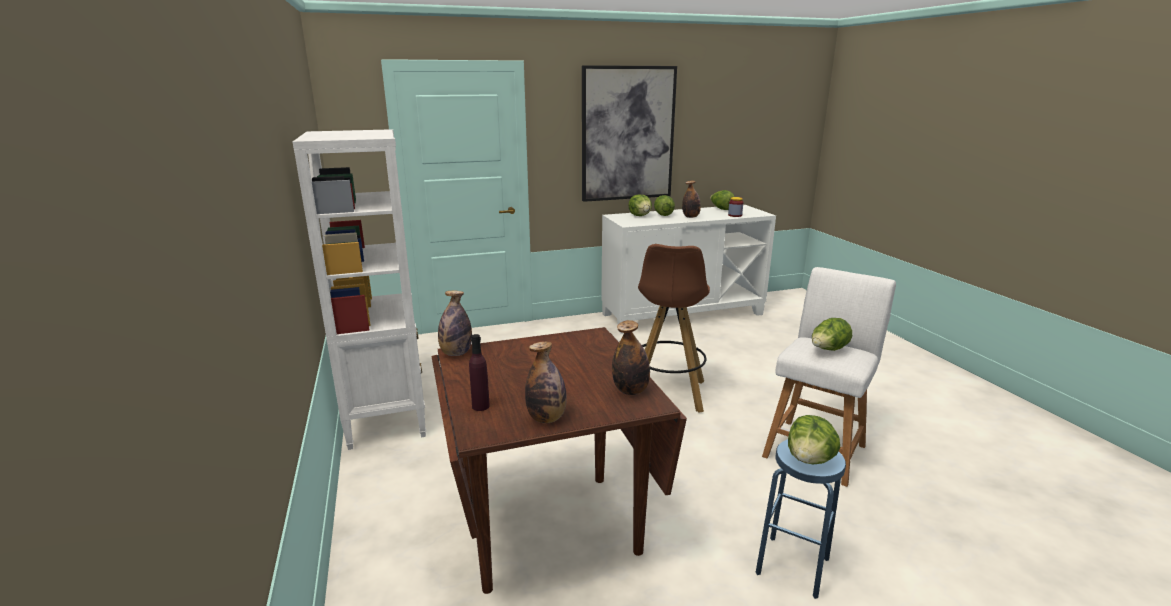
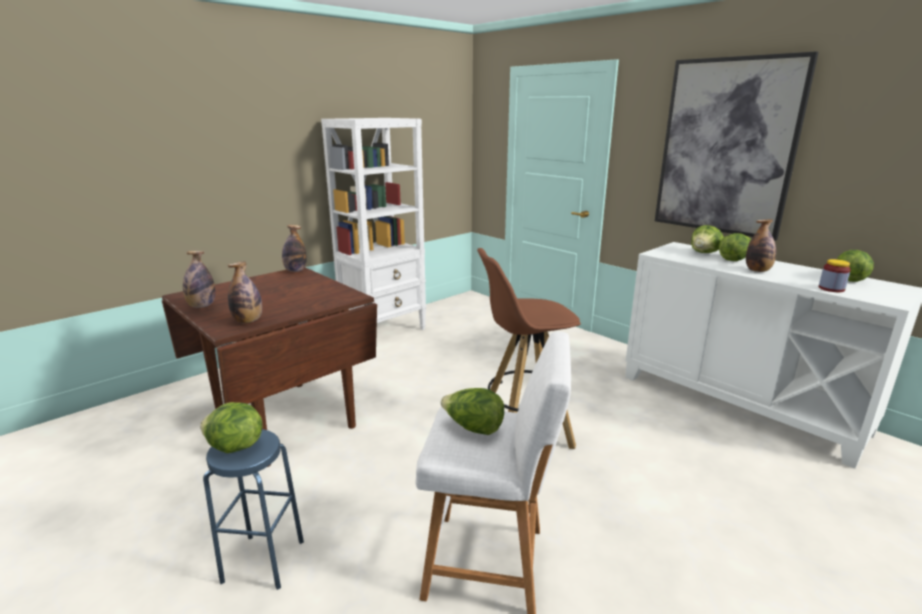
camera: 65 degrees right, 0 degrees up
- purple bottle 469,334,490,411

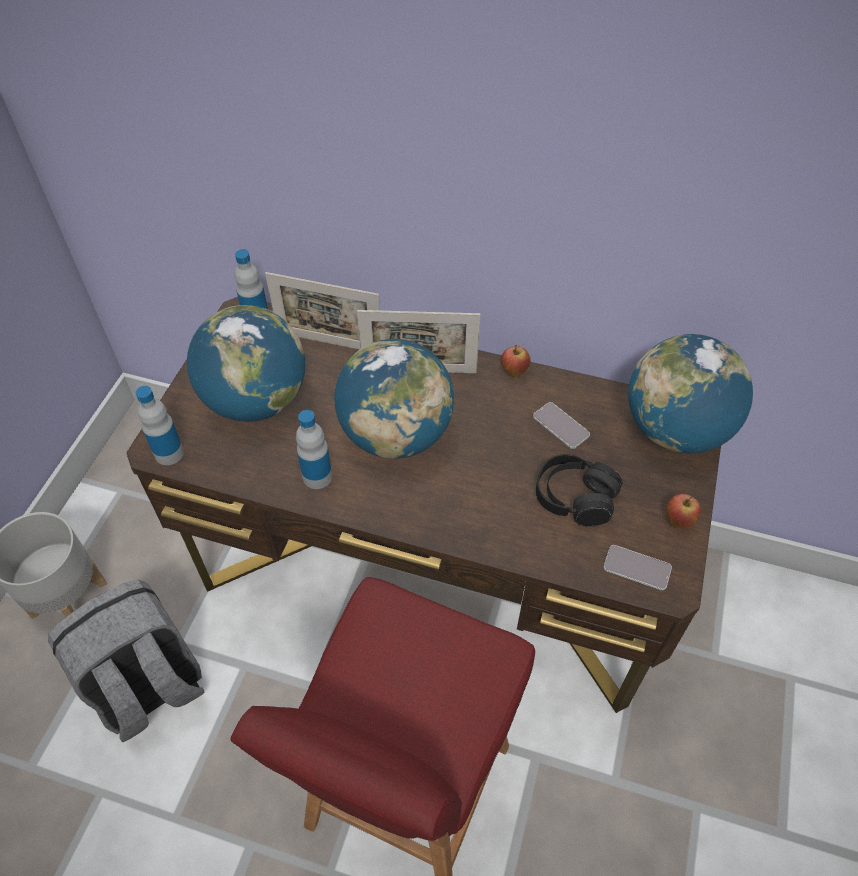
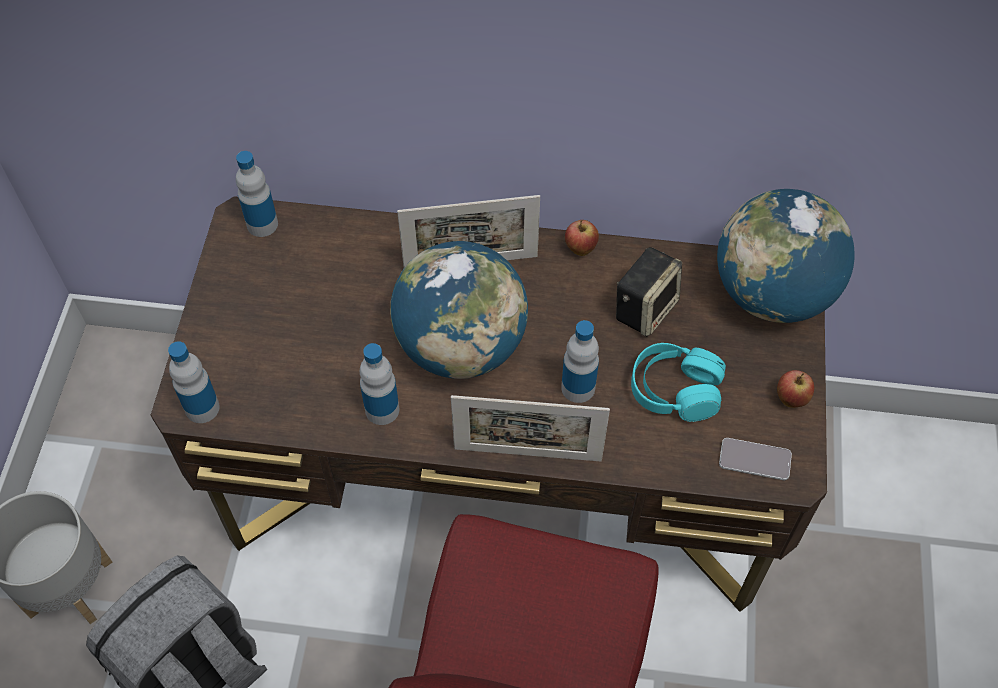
camera: 10 degrees left, 5 degrees up
- globe 187,305,305,422
~ picture frame 265,272,380,349 to 451,395,610,462
~ phone 533,402,590,449 to speaker 616,247,682,337
~ black headphones 536,454,622,527 to turquoise headphones 631,343,726,422
+ bottle 561,320,599,403

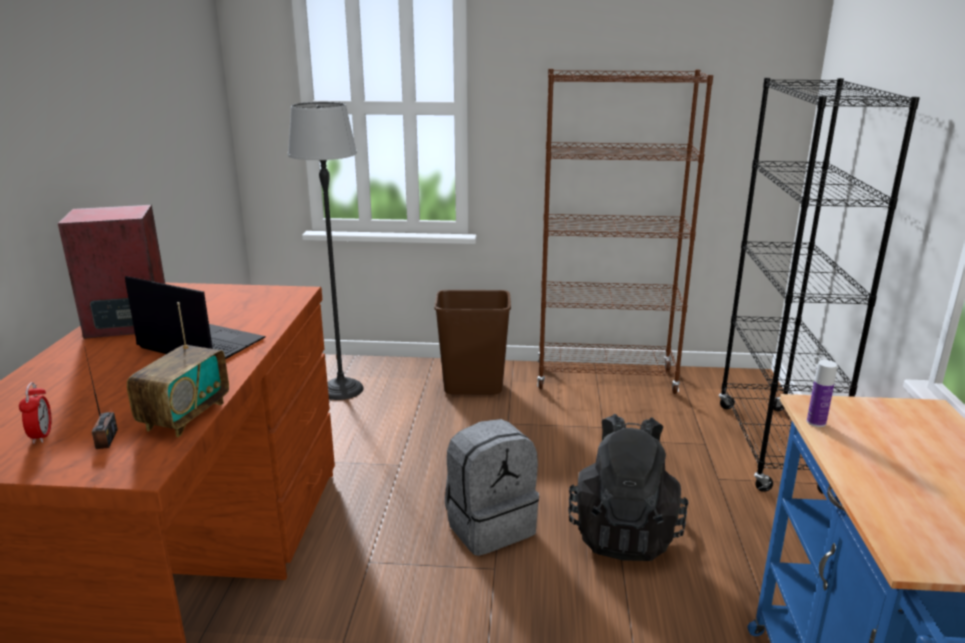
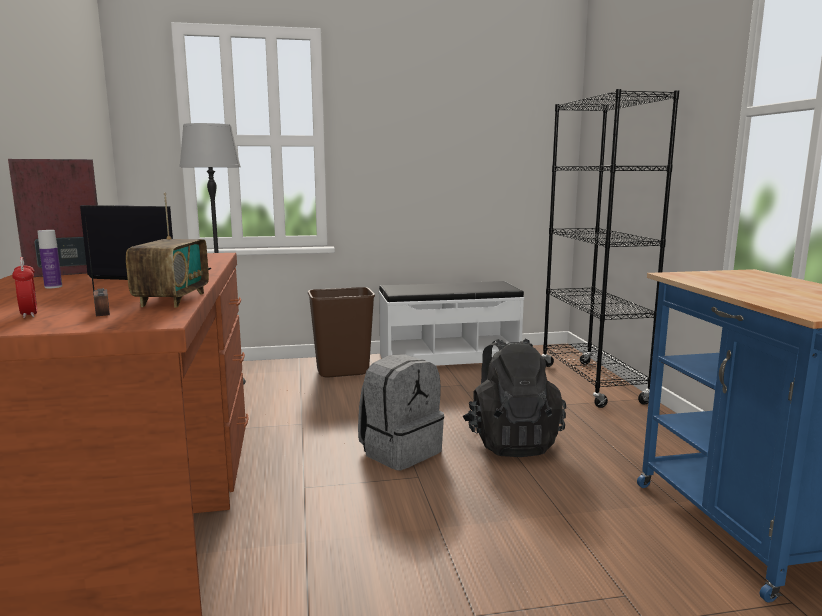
camera: 15 degrees left, 10 degrees down
~ brown bookcase 537,69,713,394 to white bench 379,281,524,366
~ bottle 807,360,838,427 to 37,230,62,288

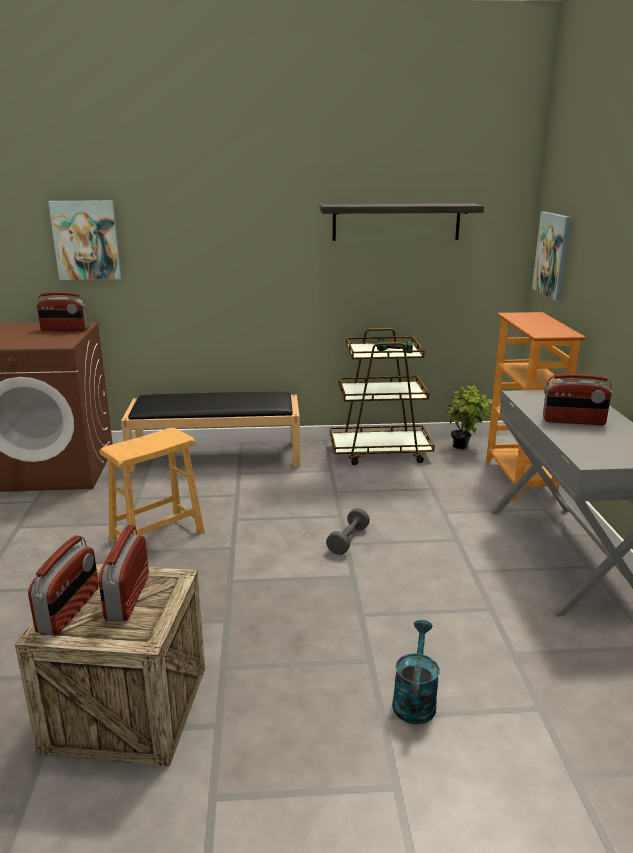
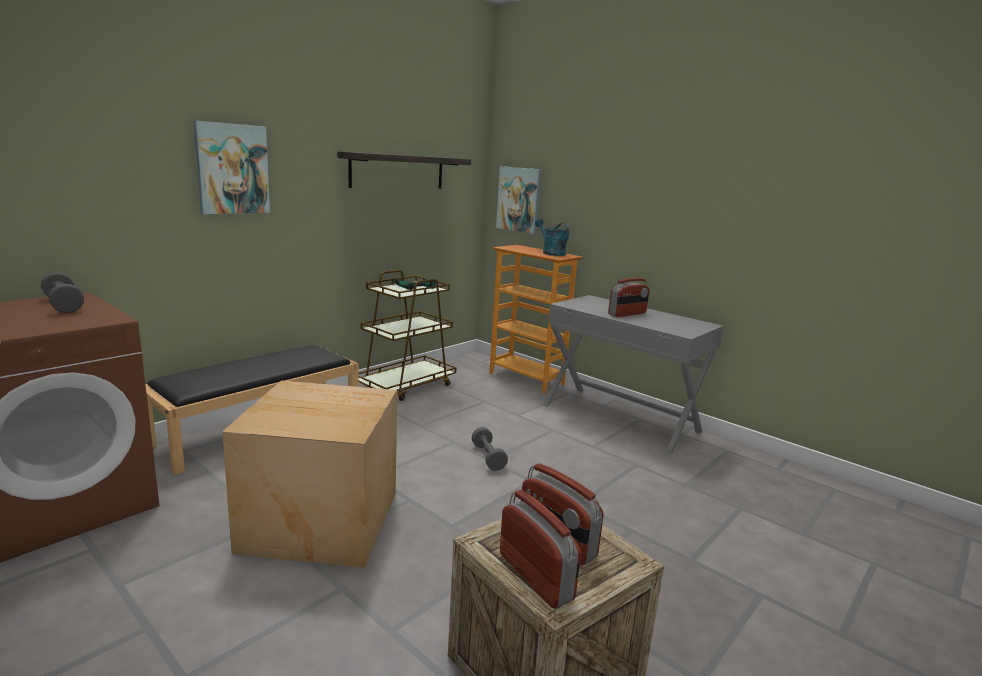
camera: 45 degrees left, 5 degrees down
~ radio 37,292,89,331 to grey dumbbell 41,272,84,313
~ picture 48,201,121,280 to 194,121,270,214
~ brown stool 99,428,205,542 to cardboard box 222,380,397,568
~ turquoise watering can 392,620,440,724 to 535,218,569,256
- potted plant 446,385,492,449

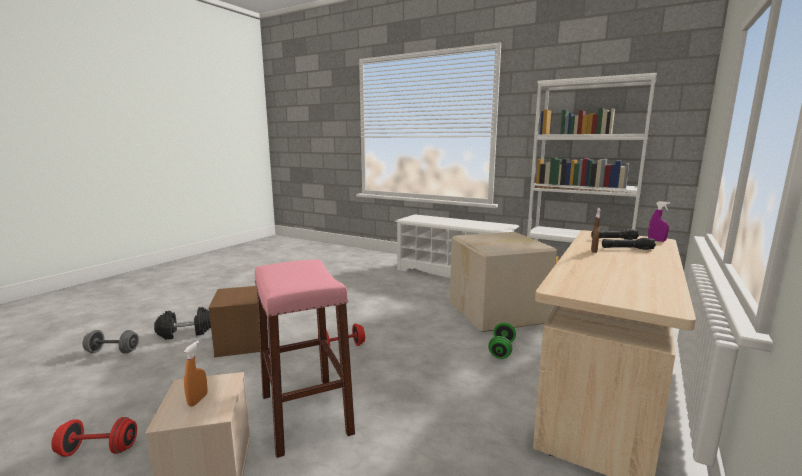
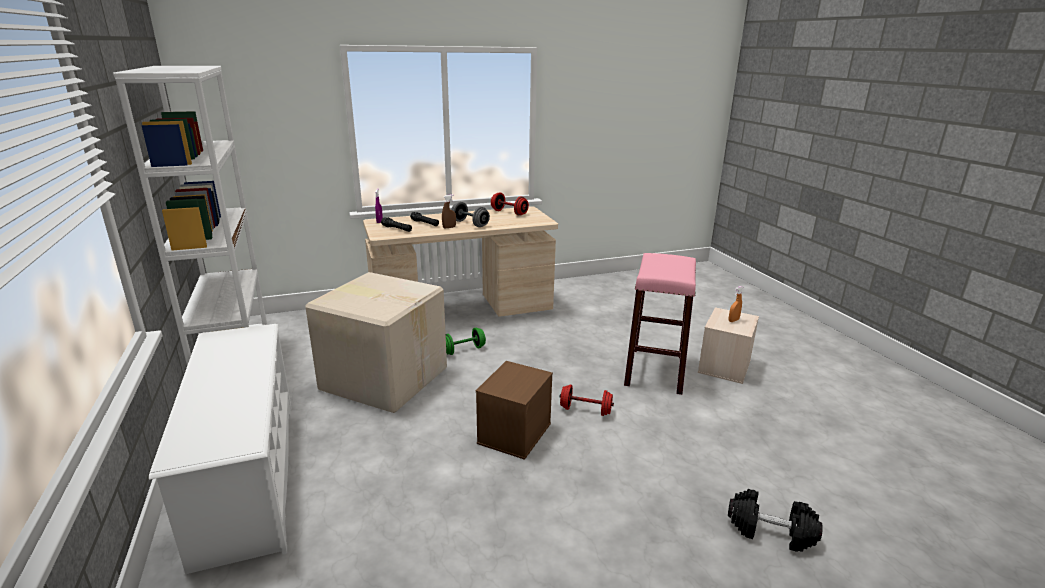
camera: 140 degrees left, 10 degrees up
~ red dumbbell 51,417,137,457 to 491,192,529,216
~ grey dumbbell 82,330,139,353 to 451,202,490,227
~ brown storage box 209,286,260,357 to 476,361,553,460

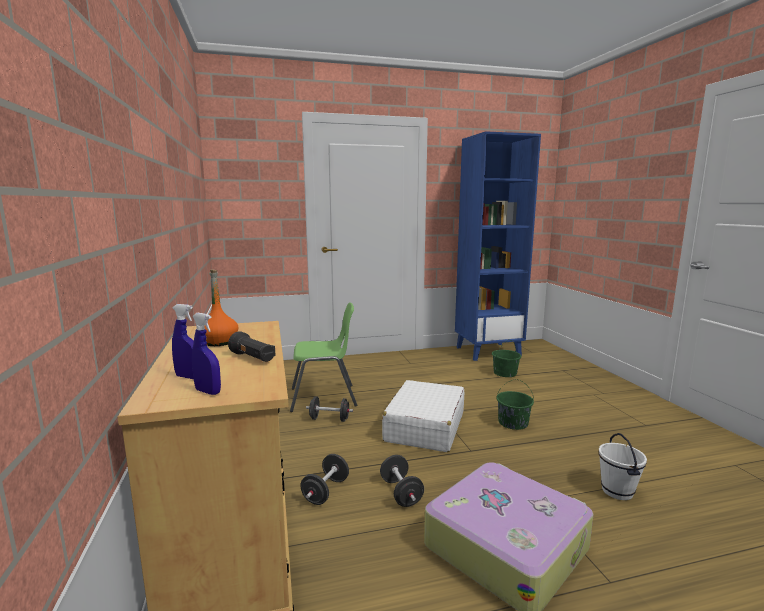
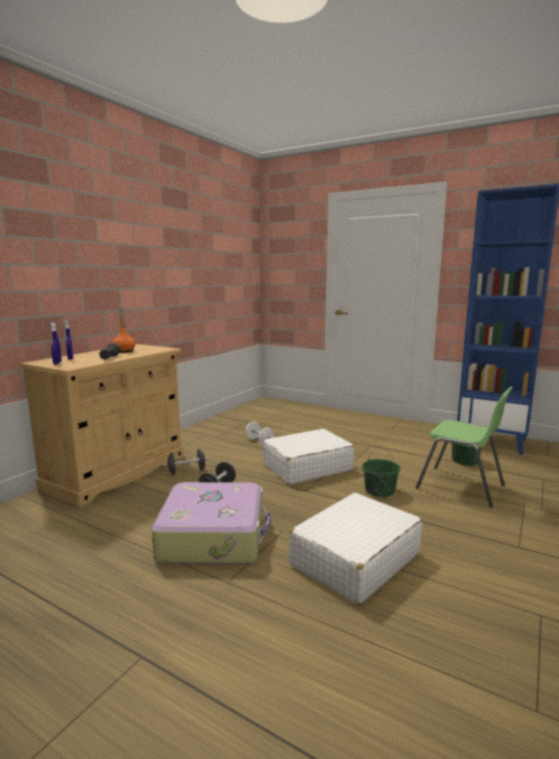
camera: 45 degrees right, 0 degrees up
~ green chair 290,302,357,412 to 416,386,513,508
~ black dumbbell 306,397,353,422 to white dumbbell 245,422,274,445
~ white bucket 599,433,647,500 to white suitcase 289,493,422,604

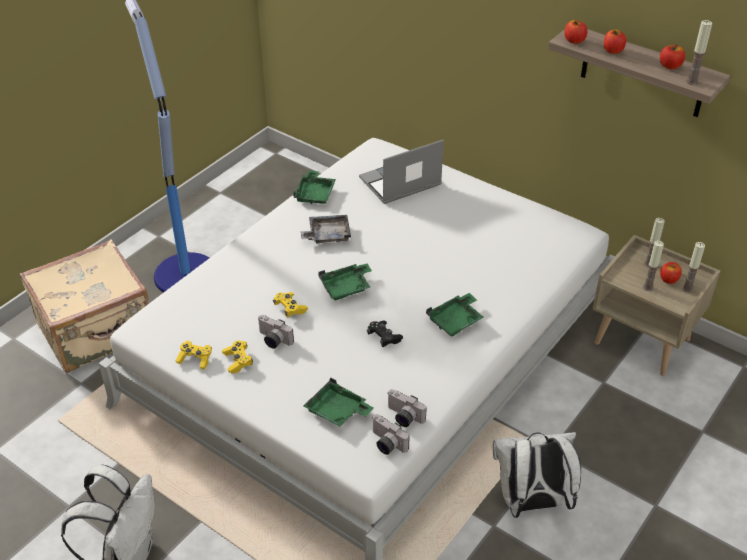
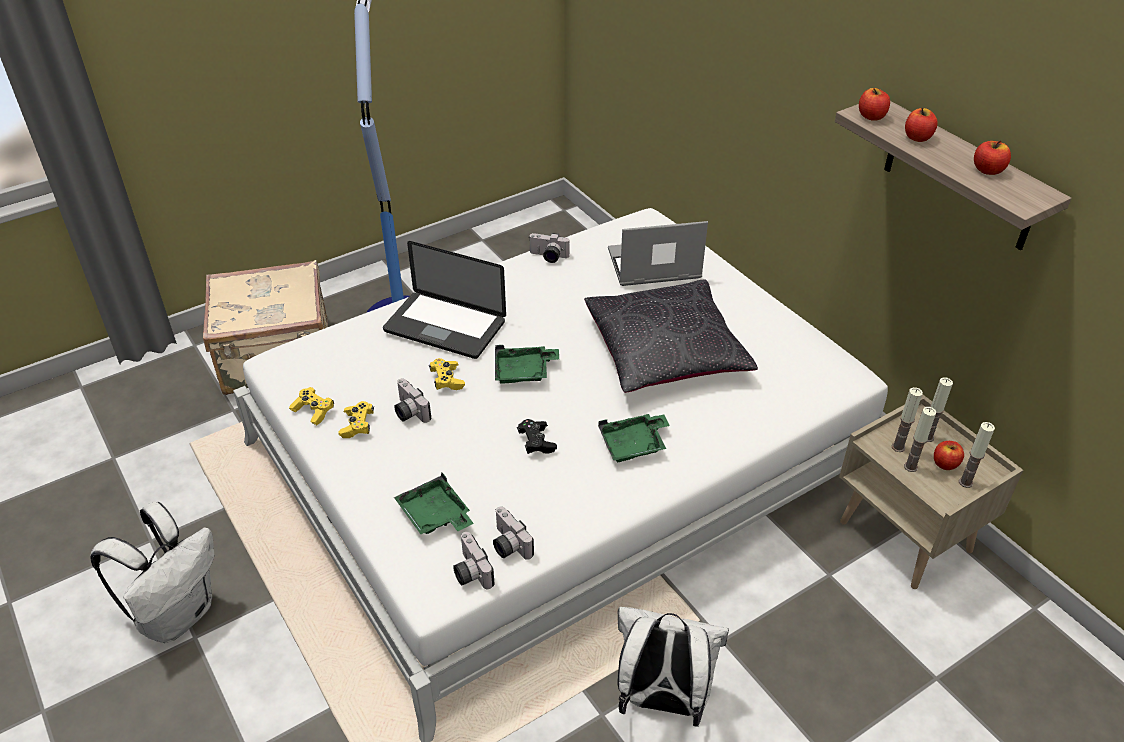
camera: 20 degrees right, 0 degrees up
~ green tray 293,170,336,204 to photo camera 529,233,570,263
- grey tray 301,215,351,243
~ candle 686,20,712,85 to 892,387,923,452
+ laptop 383,241,506,359
+ black pillow 584,279,758,393

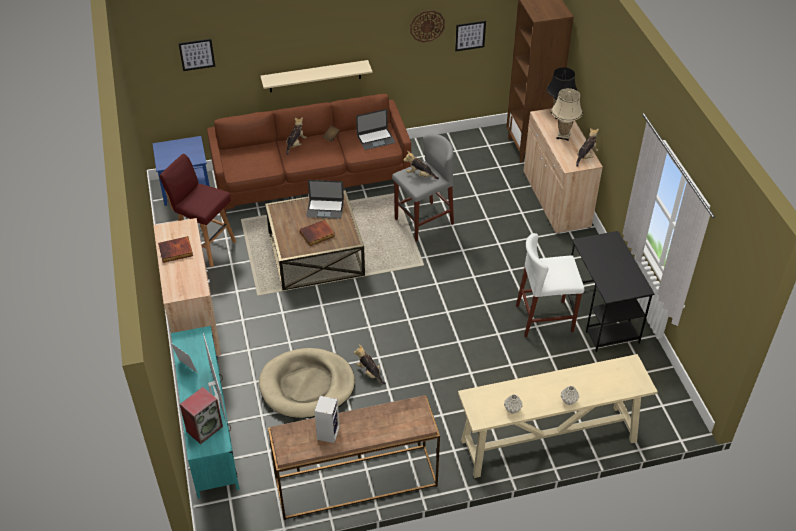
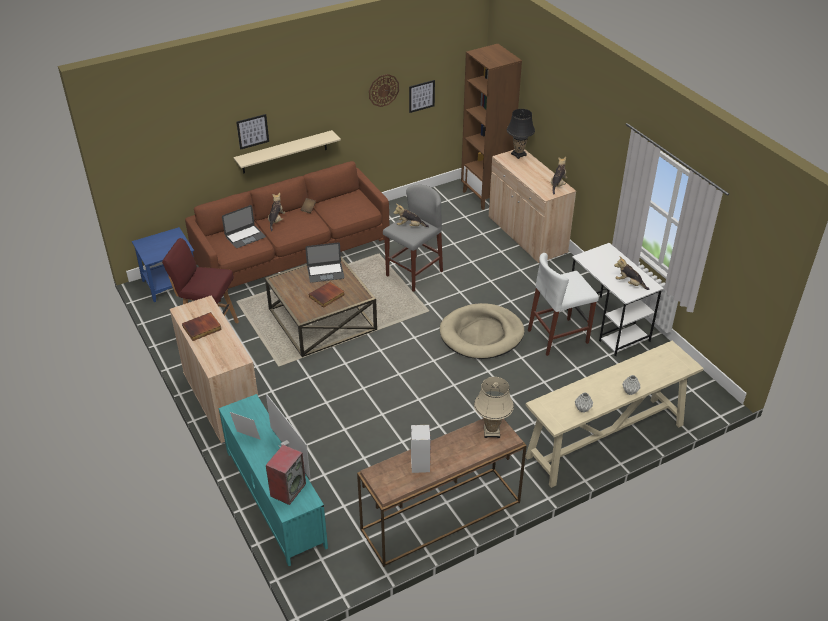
camera: 15 degrees left, 5 degrees down
~ picture 178,39,215,71 to 236,114,269,150
~ beige dog bed 259,348,355,418 to 440,303,524,359
~ plush toy 354,344,386,385 to 614,256,649,290
~ laptop 356,109,395,150 to 222,205,266,248
~ beige table lamp 551,88,583,141 to 474,377,514,438
~ black desk 571,231,655,352 to white desk 567,243,664,356

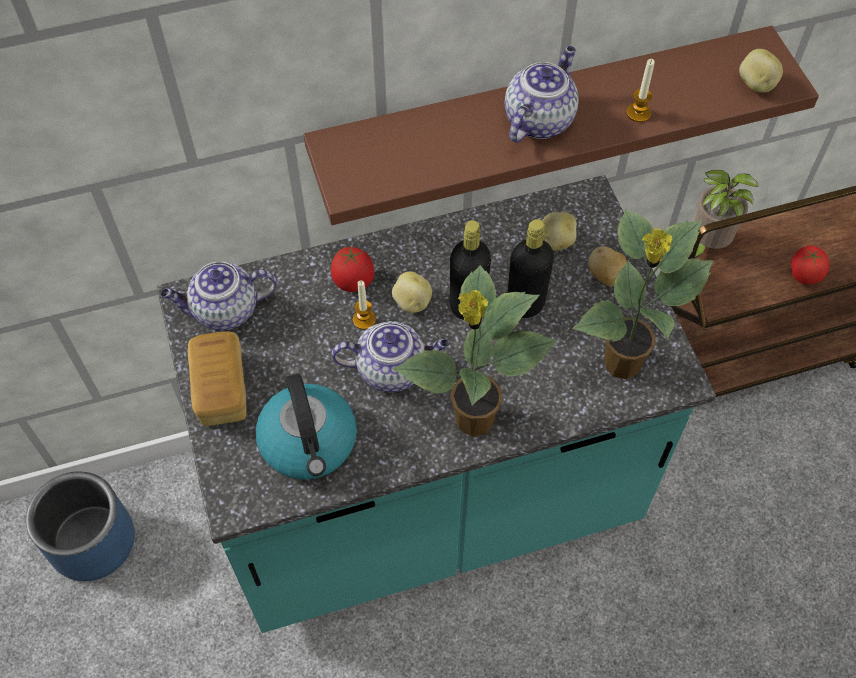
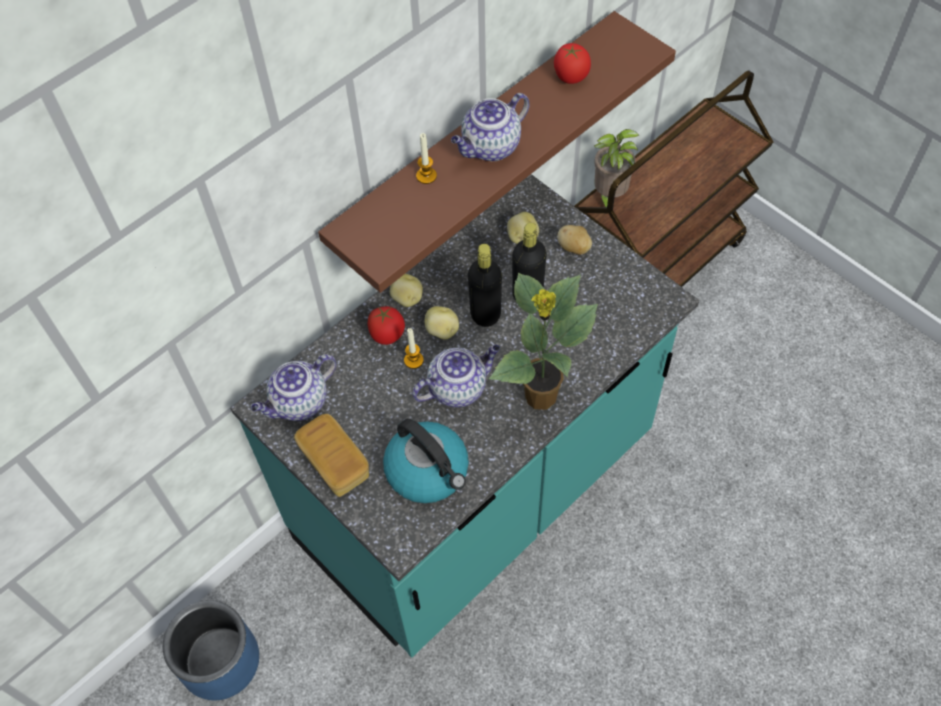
camera: 25 degrees left, 0 degrees up
~ teapot 505,46,579,143 = 451,93,530,161 135 degrees counterclockwise
- potted plant 572,209,713,379
~ candle 626,59,655,122 to 416,133,437,184
~ potato 739,49,783,93 to 390,274,423,307
~ tomato 791,245,830,284 to 554,43,591,84

